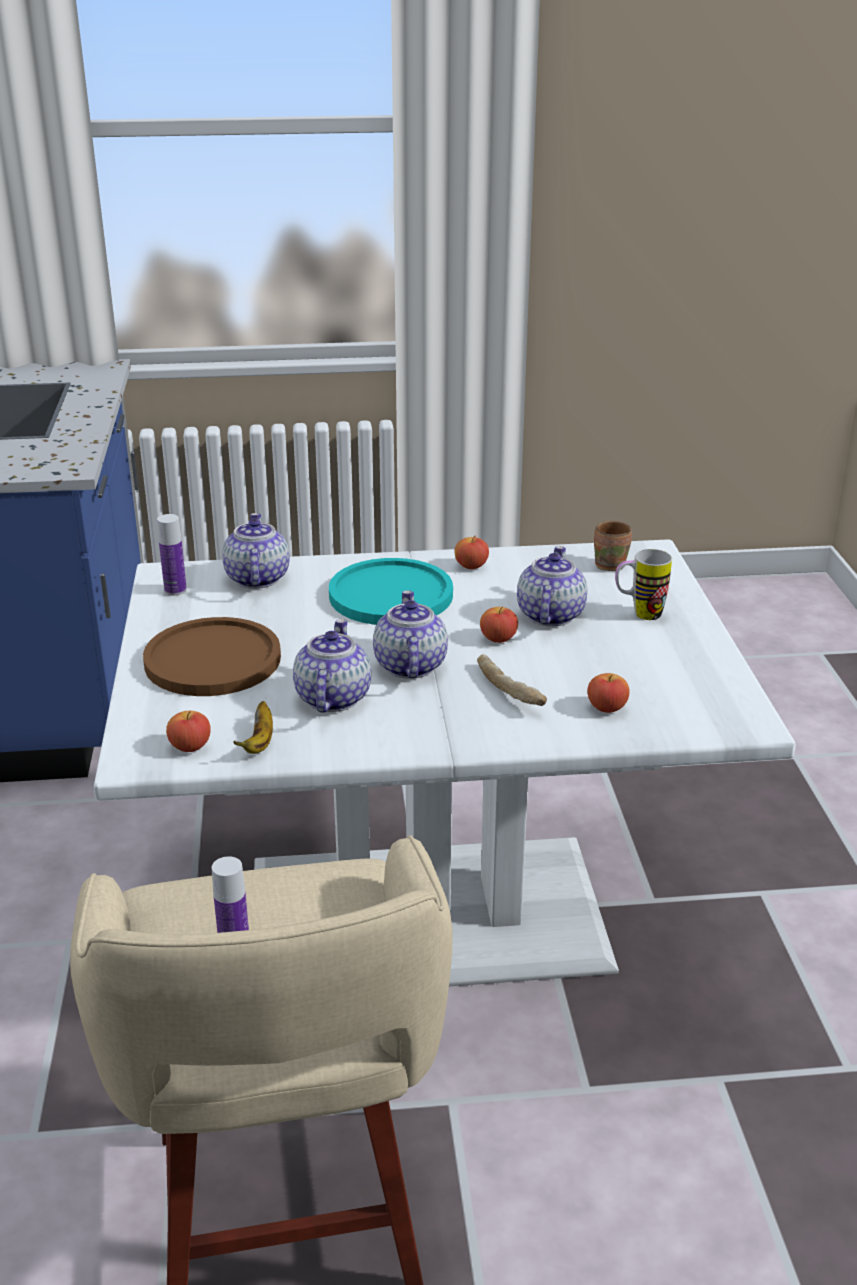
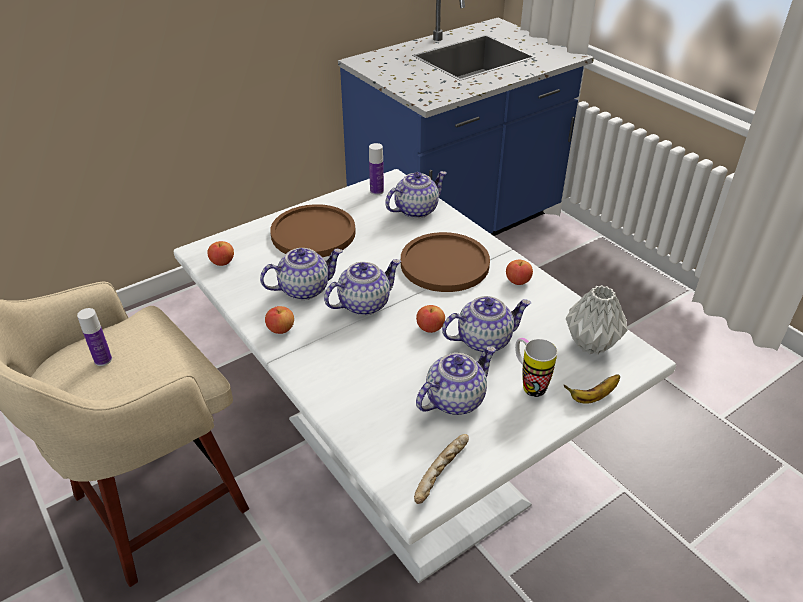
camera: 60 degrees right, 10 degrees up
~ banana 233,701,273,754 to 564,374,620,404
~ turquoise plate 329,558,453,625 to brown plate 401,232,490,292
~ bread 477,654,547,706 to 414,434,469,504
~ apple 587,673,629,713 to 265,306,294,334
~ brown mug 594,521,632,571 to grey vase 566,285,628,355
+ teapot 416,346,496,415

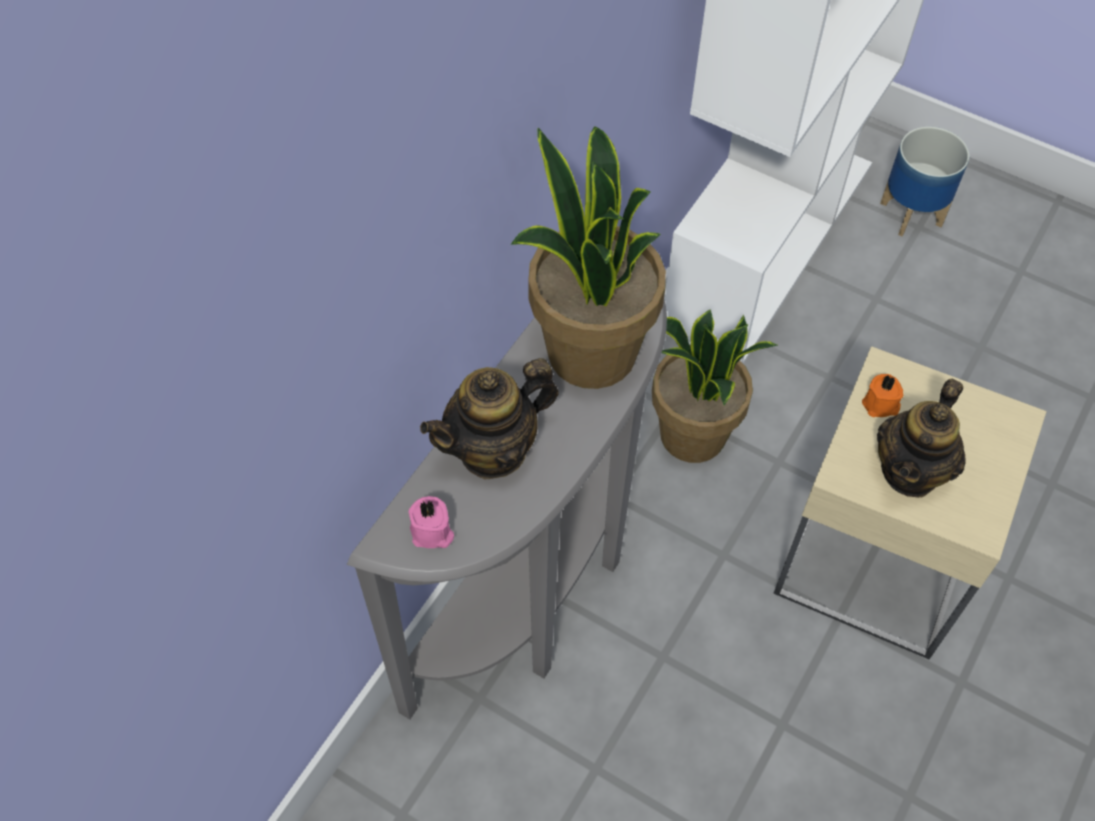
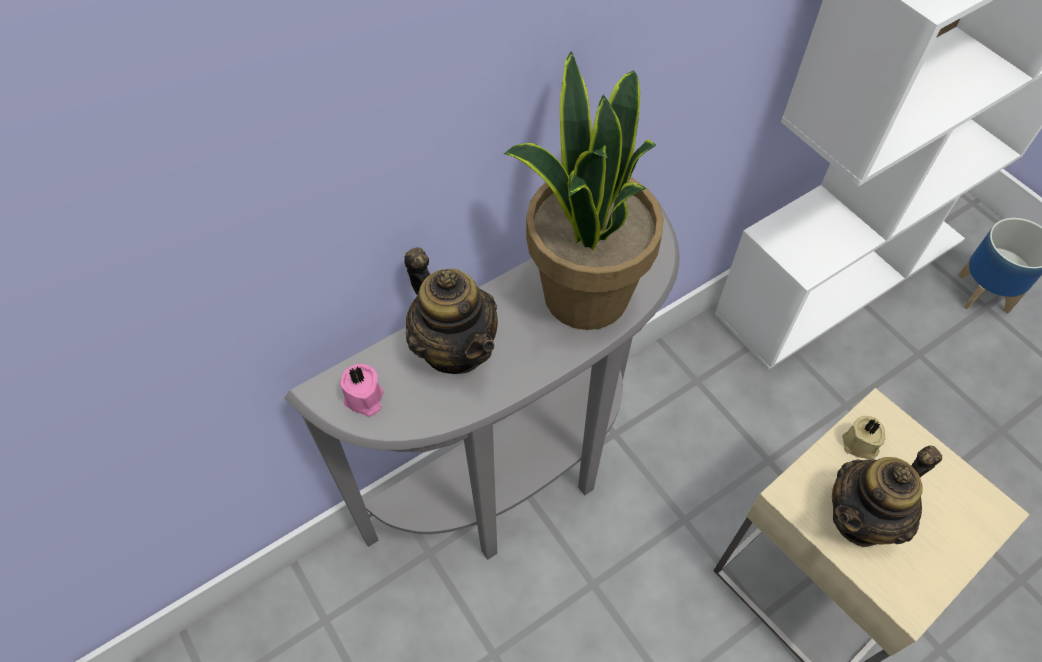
camera: 25 degrees right, 0 degrees up
~ teapot 420,358,558,480 = 404,247,498,374 120 degrees counterclockwise
- potted plant 652,310,779,463
~ orange candle 862,374,903,417 to beige candle 842,416,885,460

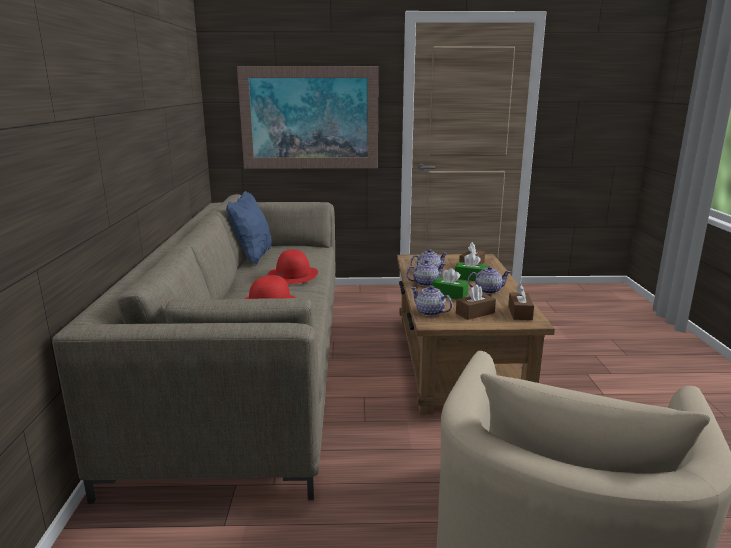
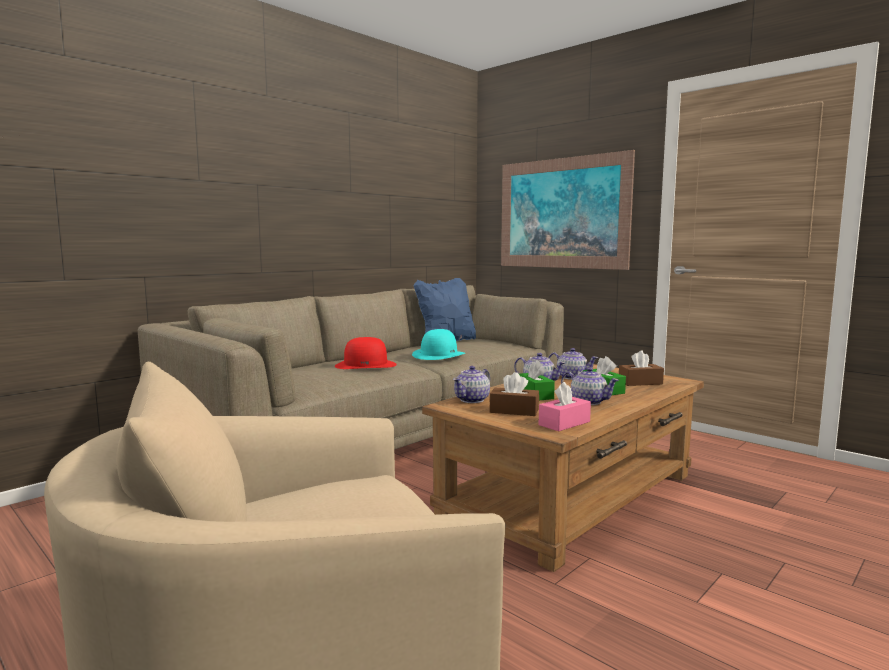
camera: 45 degrees right, 10 degrees down
~ red hat 268,249,318,284 to turquoise hat 412,329,465,360
~ teapot 411,285,453,316 = 453,366,490,403 135 degrees counterclockwise
~ brown tissue box 508,285,534,320 to pink tissue box 539,382,591,431

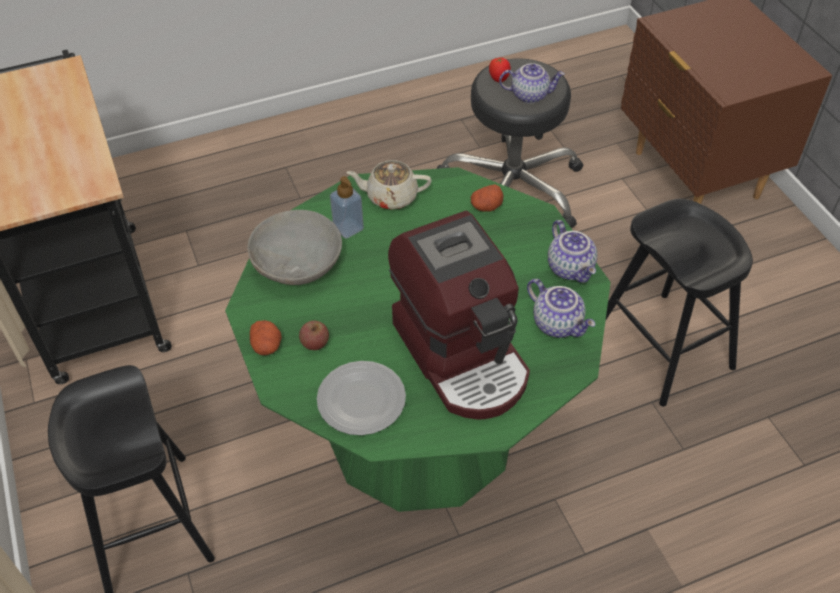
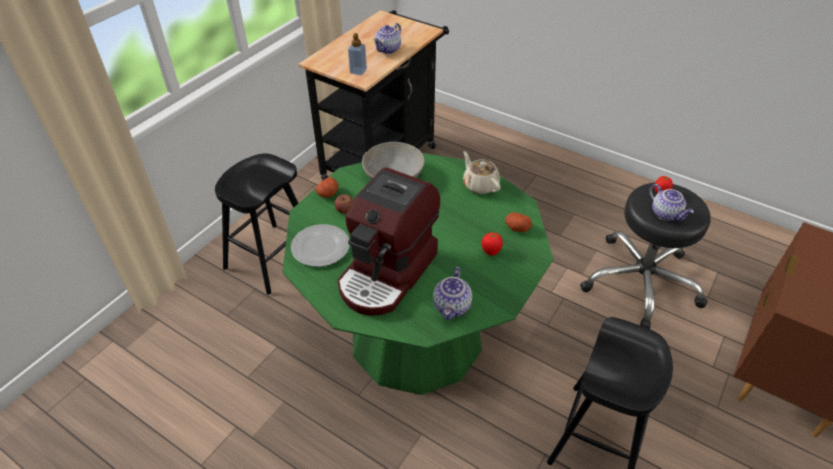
camera: 55 degrees right, 5 degrees down
~ soap dispenser 330,176,364,239 to 348,33,367,75
~ teapot 548,220,597,283 to 374,23,401,54
+ tomato 481,233,503,256

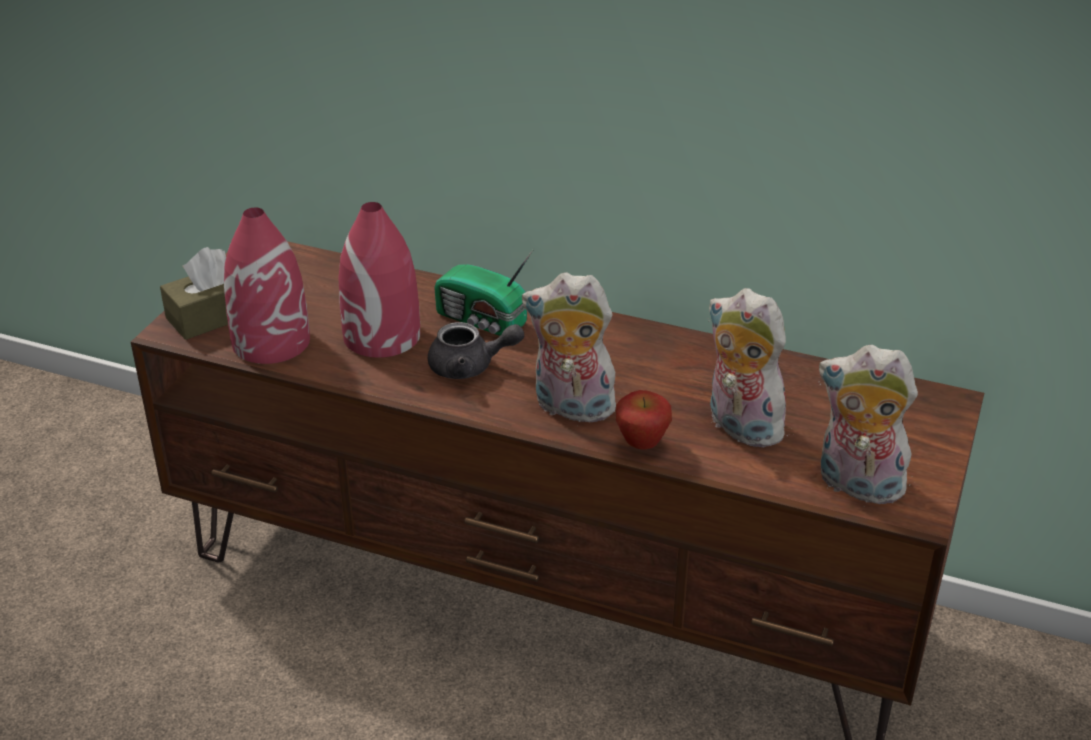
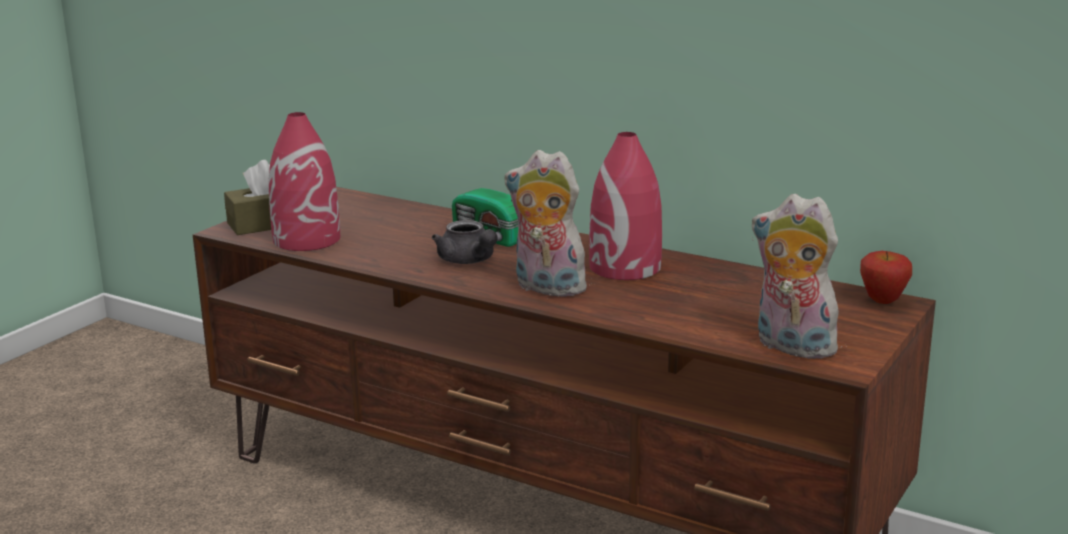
camera: 10 degrees right, 15 degrees down
~ red vase 339,202,420,358 to 589,132,662,280
~ grey teapot 428,322,524,379 = 432,220,498,264 45 degrees clockwise
~ apple 616,390,672,450 to 860,251,912,304
- plush toy 709,288,792,448

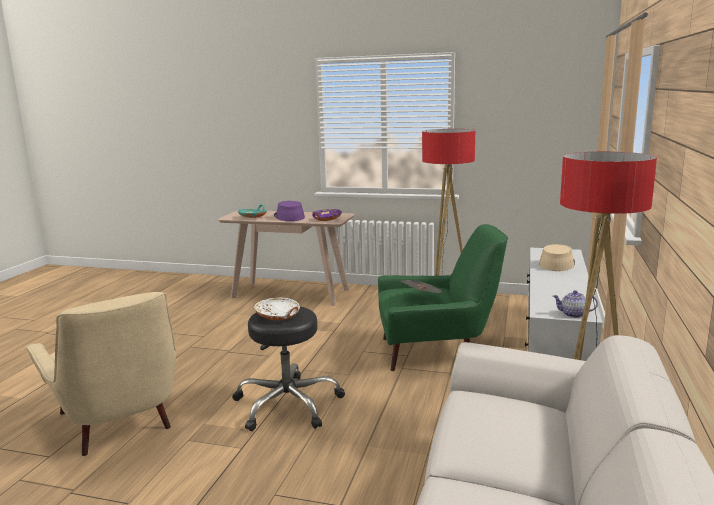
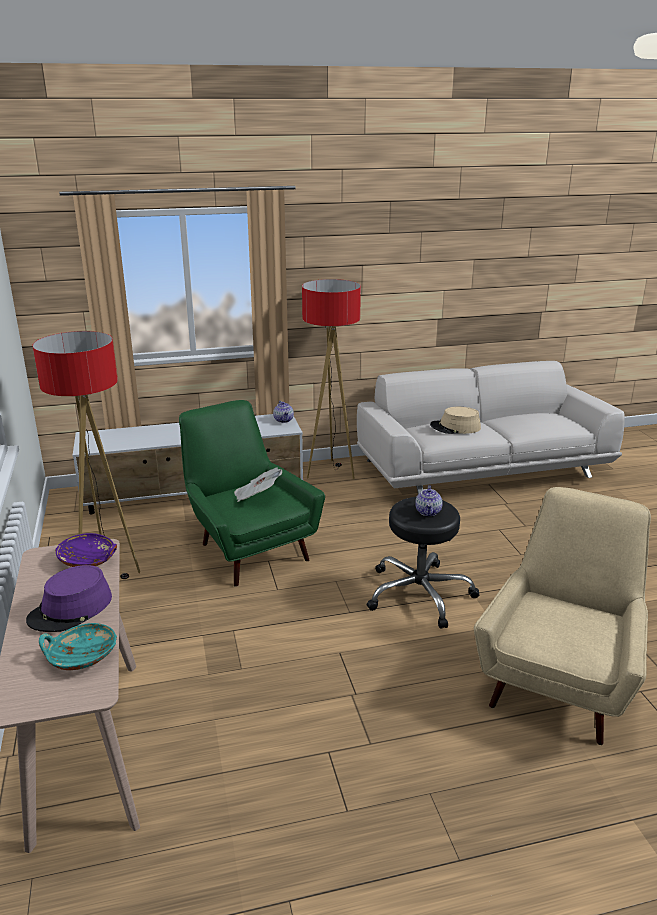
camera: 120 degrees left, 10 degrees up
~ white bowl 254,298,300,320 to teapot 415,485,442,516
~ beige hat 539,244,575,271 to 430,407,481,434

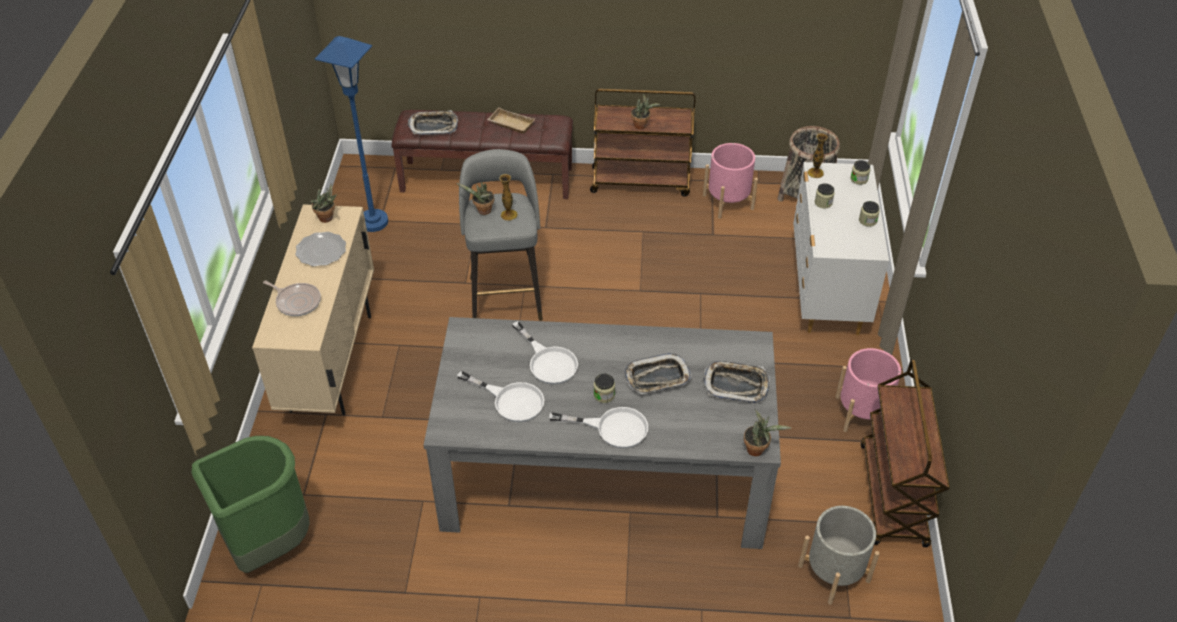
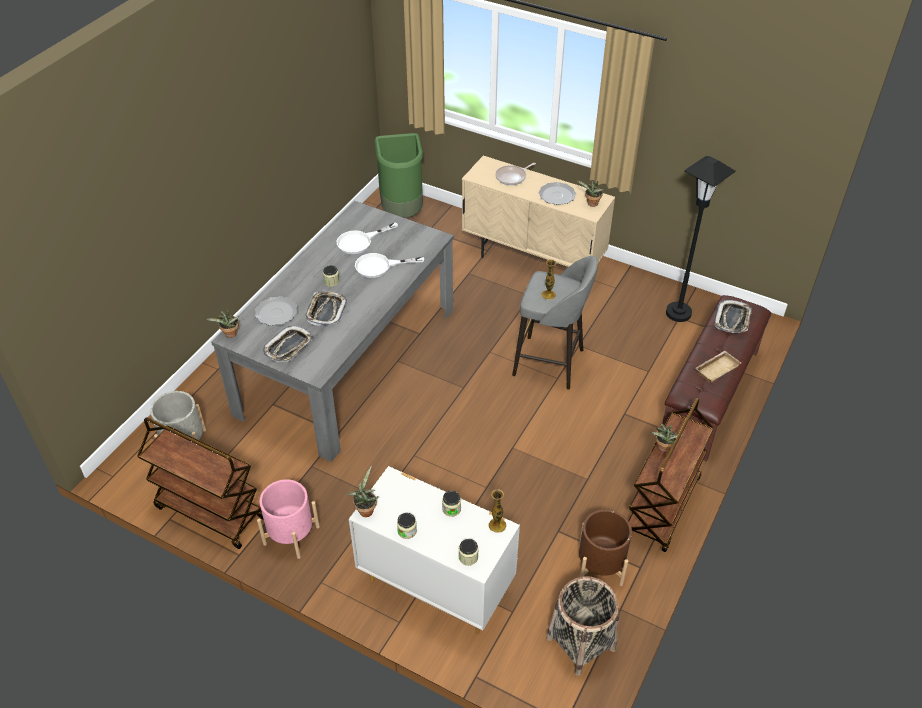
camera: 115 degrees right, 0 degrees up
~ blue floor lamp 315,36,388,232 to black floor lamp 666,156,736,322
~ potted plant 456,182,494,215 to 346,466,379,517
- white frying pan 549,407,648,448
~ pink planter 703,143,758,219 to brown planter 579,509,632,586
+ plate 255,296,297,326

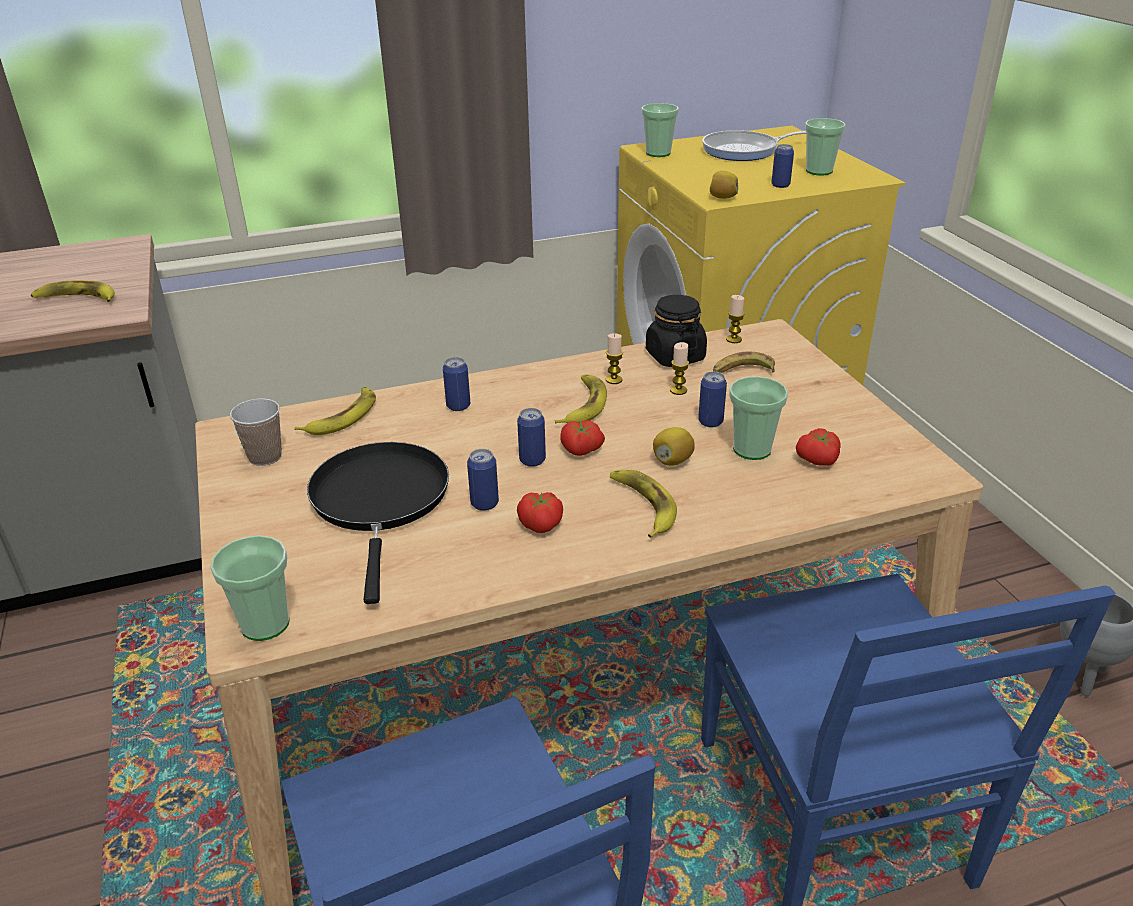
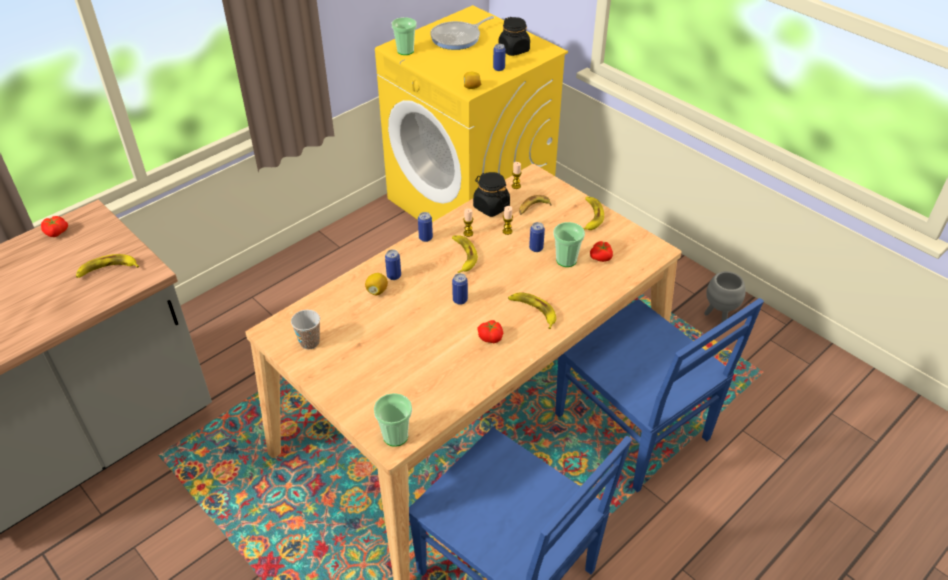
camera: 25 degrees left, 10 degrees up
~ banana 294,387,376,435 to 583,197,604,230
- black frying pan 307,442,449,604
~ can 467,449,499,511 to 418,212,433,242
~ tomato 560,420,605,456 to 41,216,68,237
~ lemon 653,427,695,466 to 365,273,388,295
~ cup 805,118,846,175 to black jar 499,17,530,56

